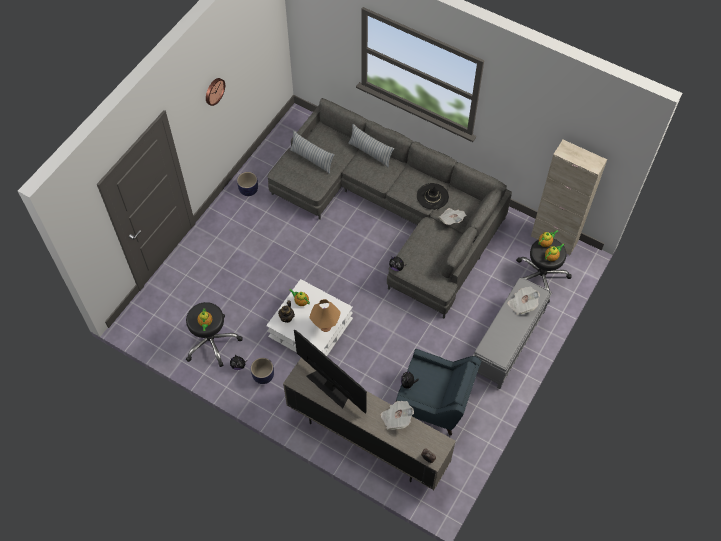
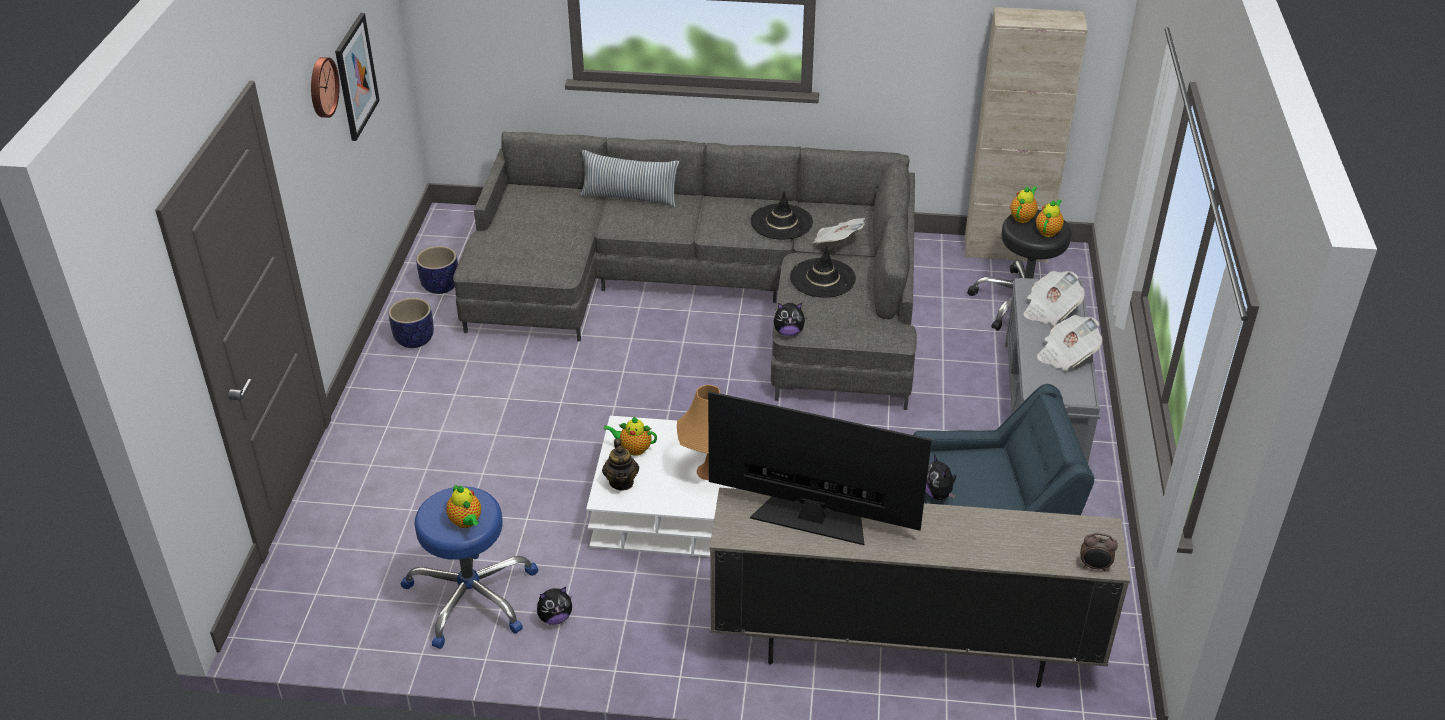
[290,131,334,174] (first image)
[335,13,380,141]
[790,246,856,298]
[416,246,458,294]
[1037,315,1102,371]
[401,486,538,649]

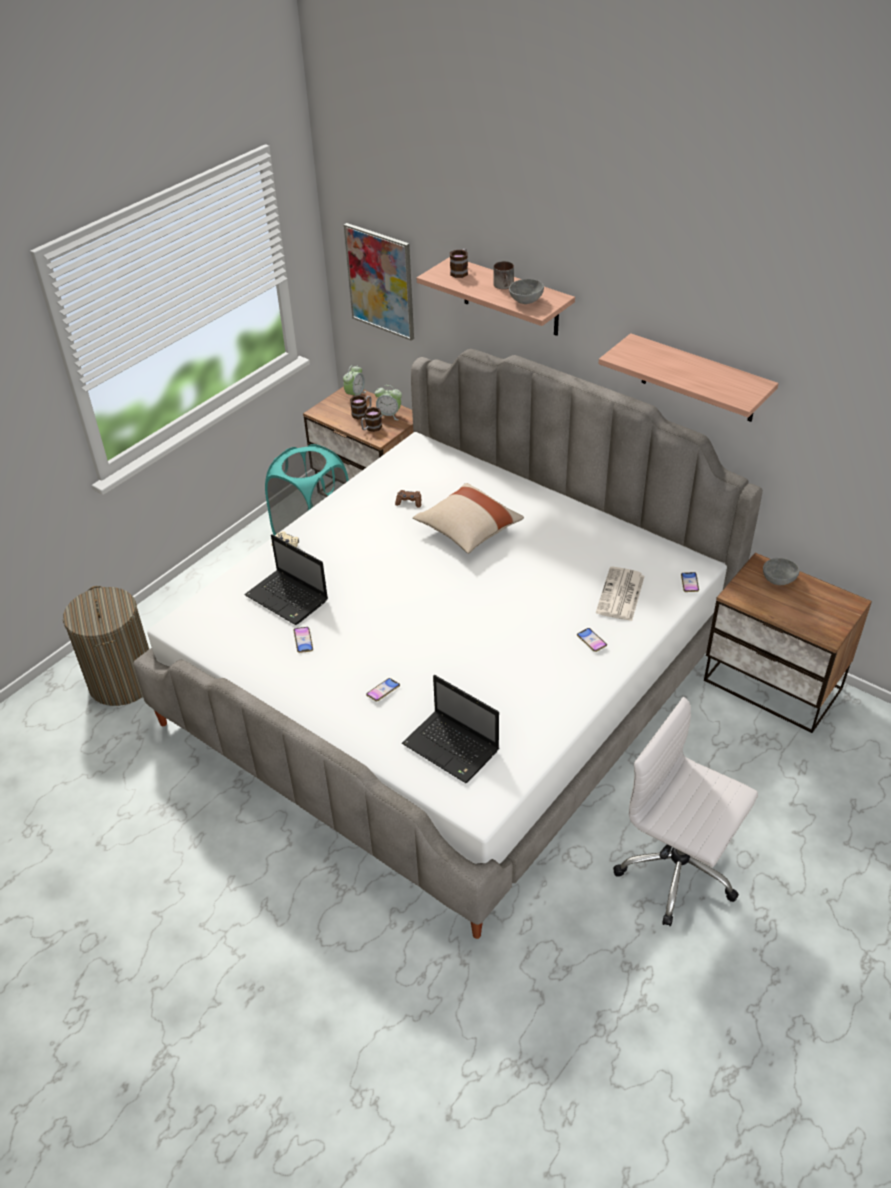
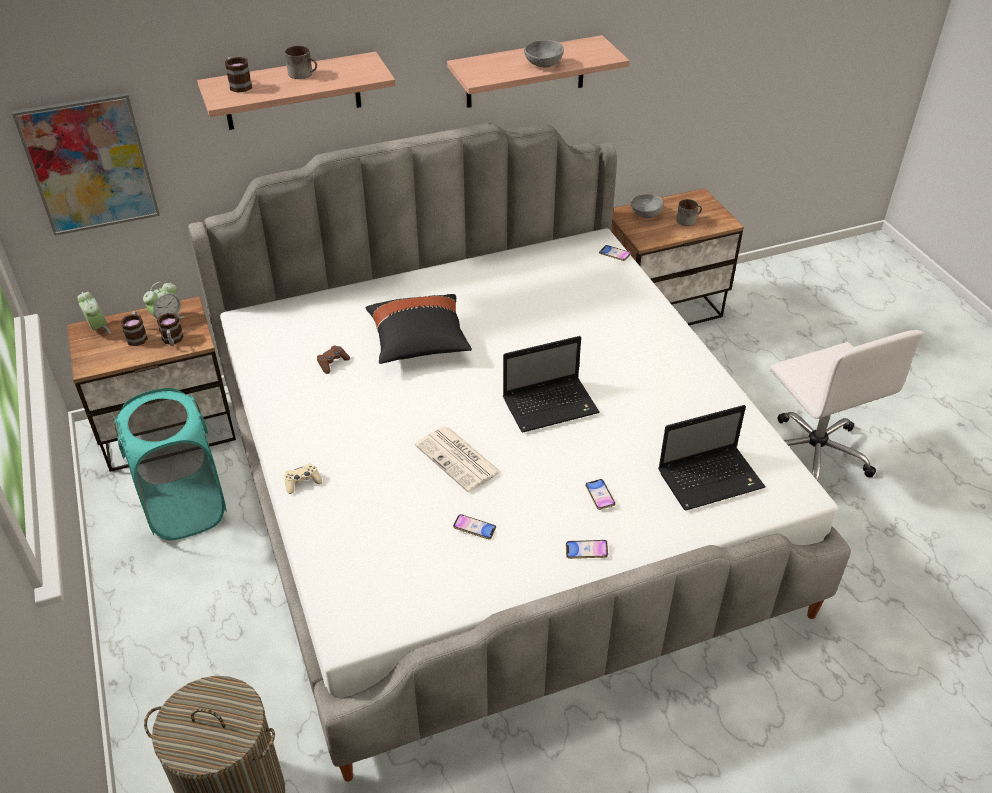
[676,199,702,226]
[503,336,599,433]
[524,40,564,67]
[566,540,608,559]
[415,426,501,492]
[366,294,472,364]
[770,330,924,481]

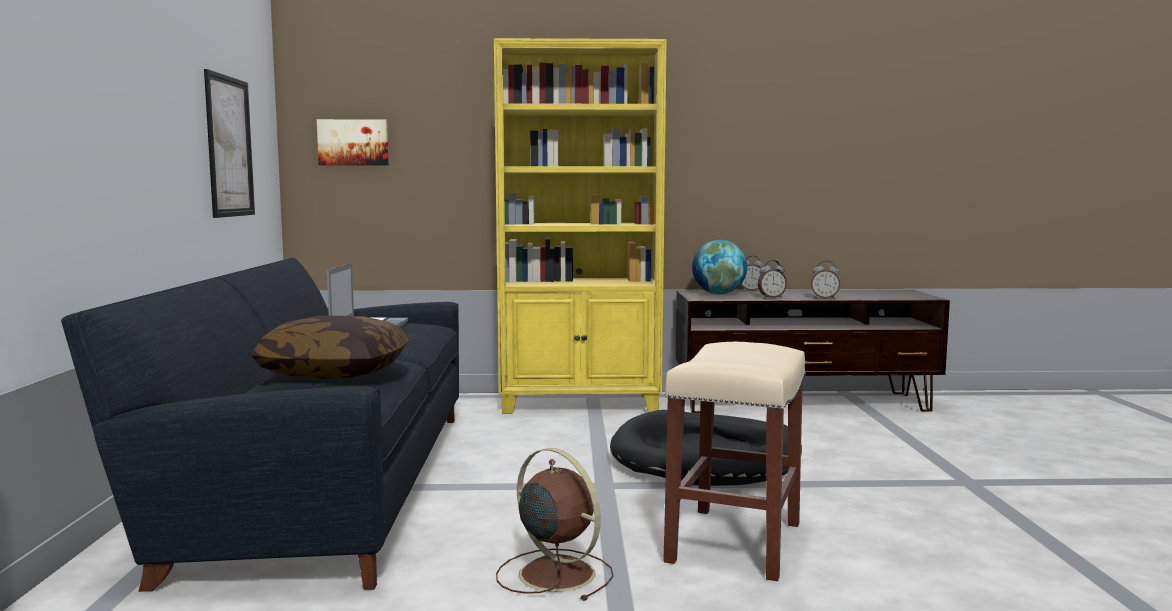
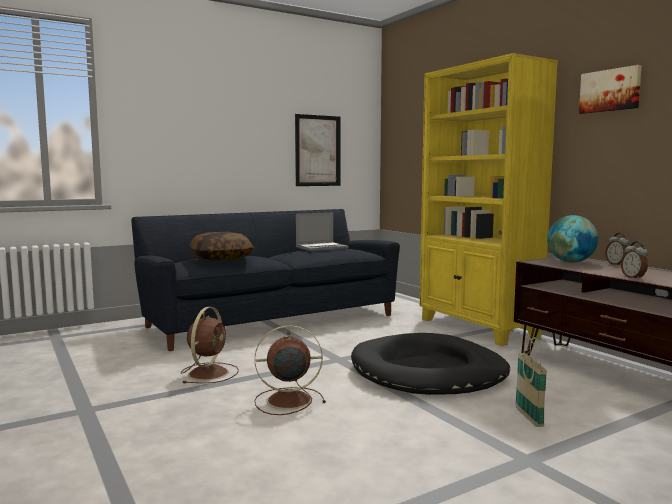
[758,260,787,298] (first image)
[515,337,547,427]
[579,65,642,114]
[255,325,326,415]

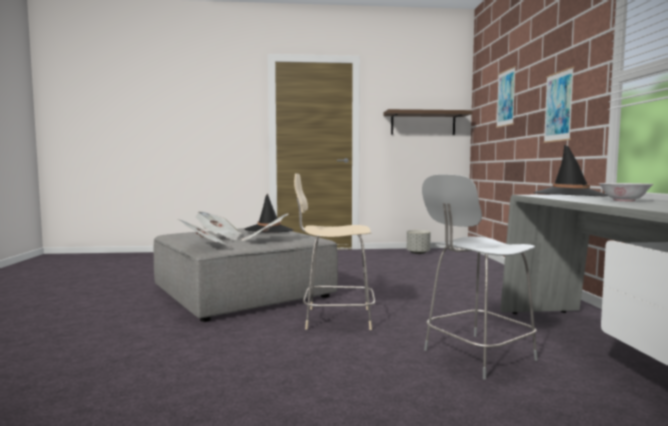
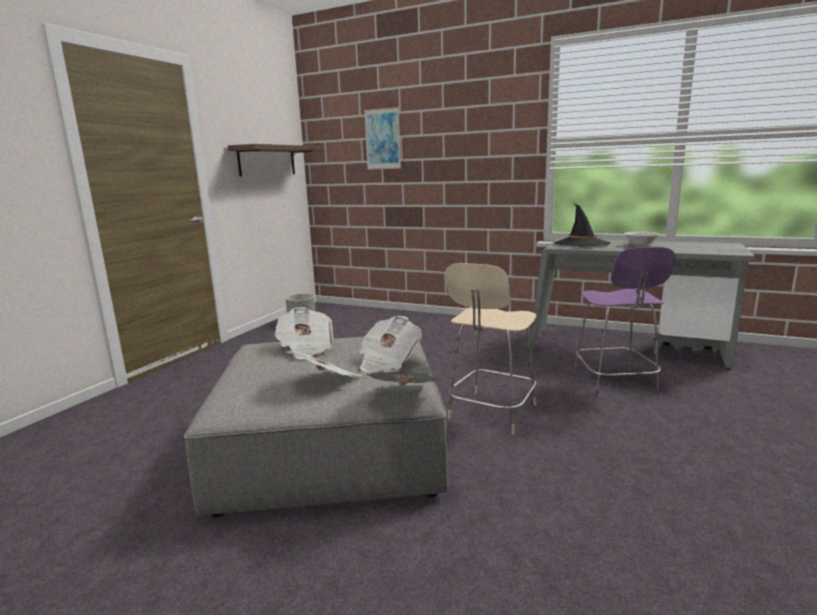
[543,67,574,143] (first image)
[274,307,333,360]
[573,247,676,398]

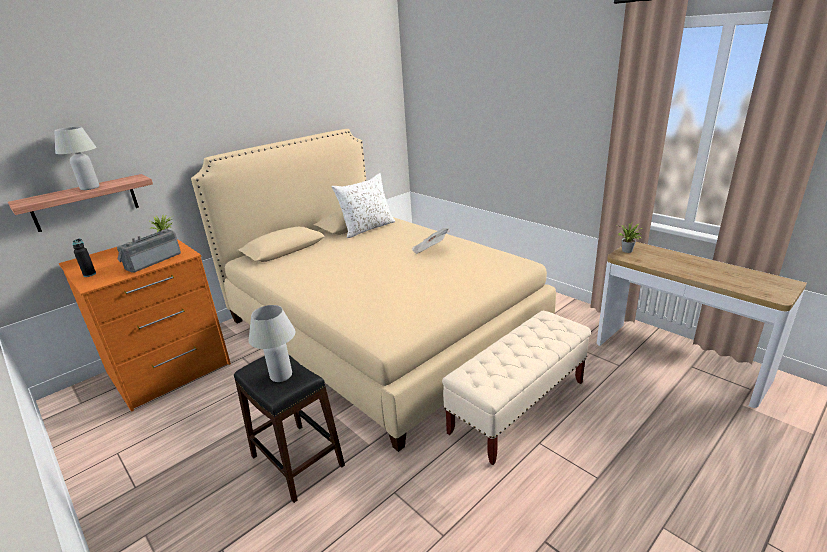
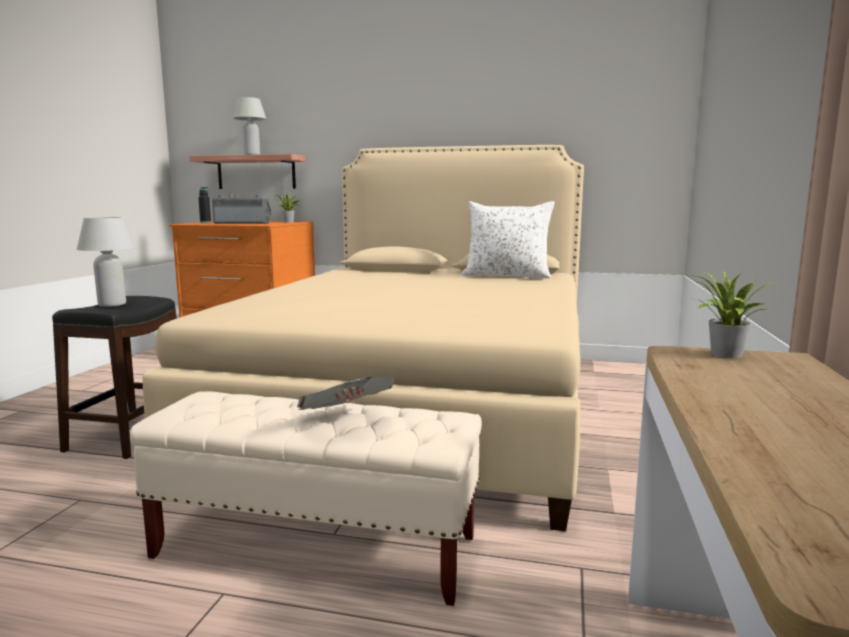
[297,376,394,410]

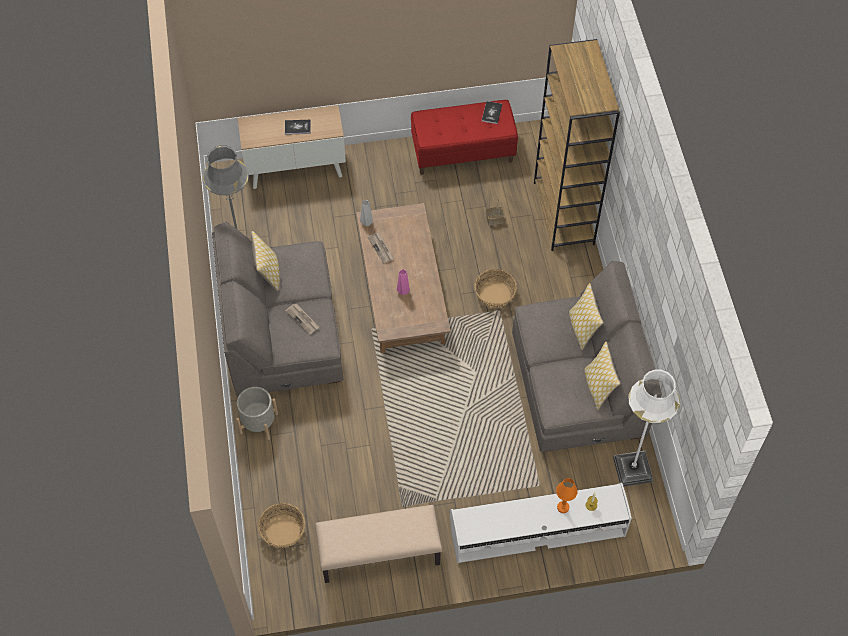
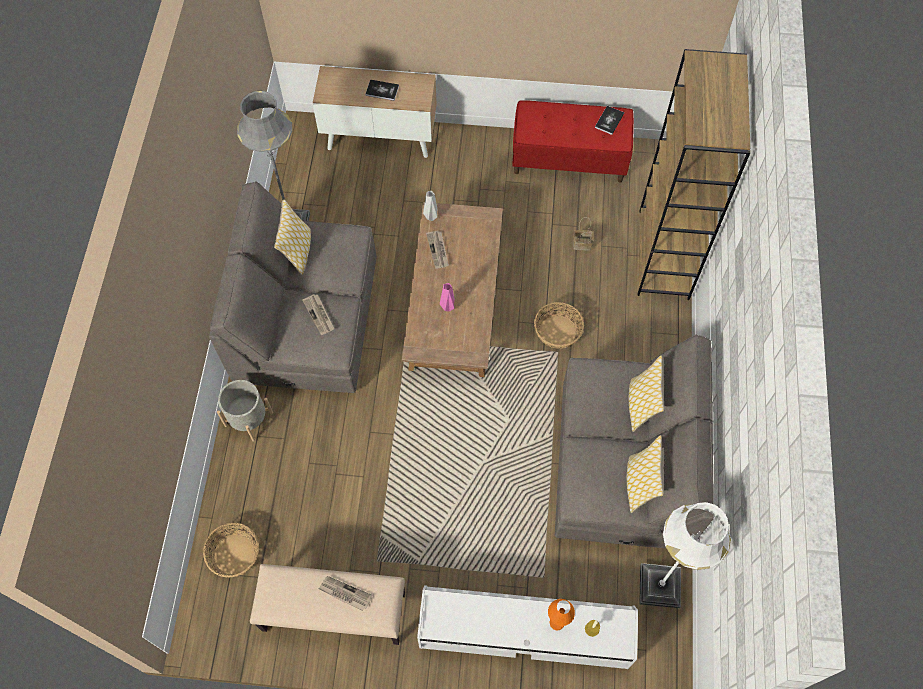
[319,576,372,611]

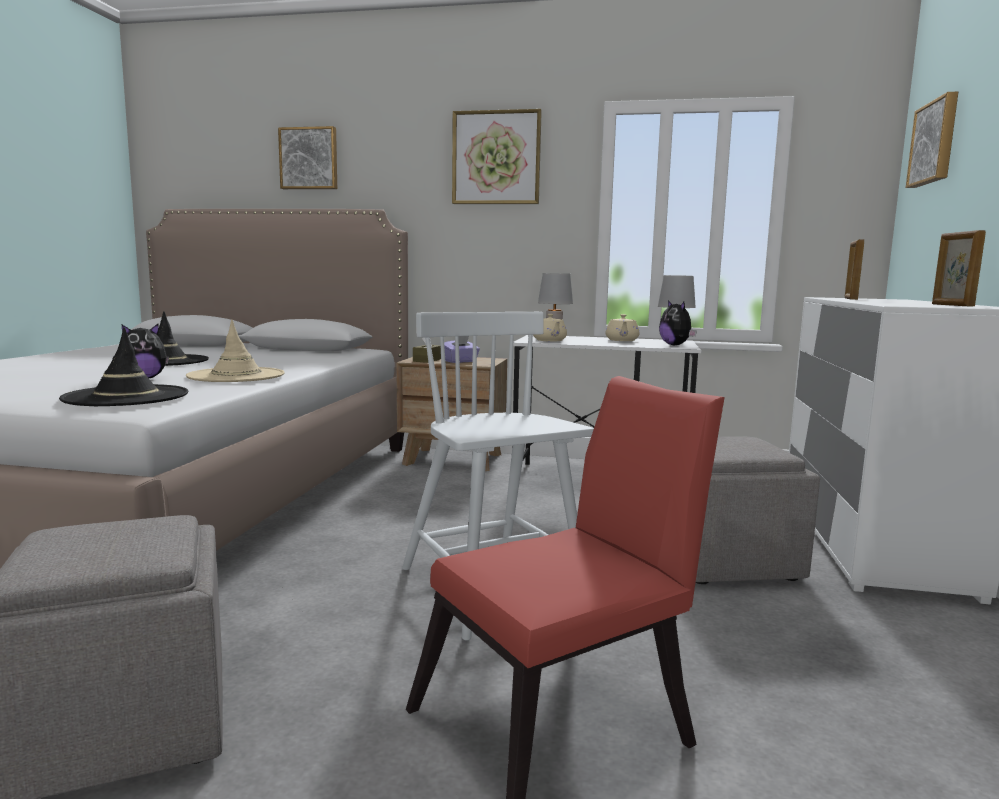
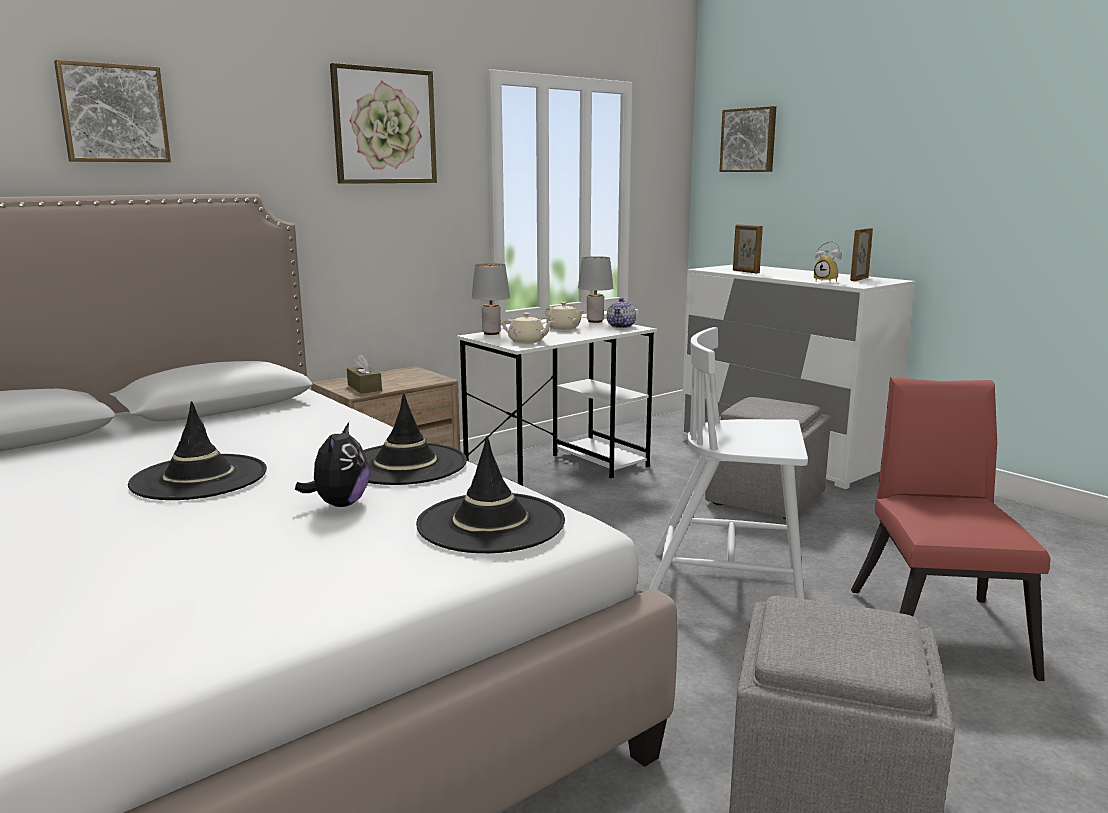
[444,336,480,363] (first image)
[814,241,842,282]
[607,298,636,328]
[363,393,467,485]
[850,228,873,281]

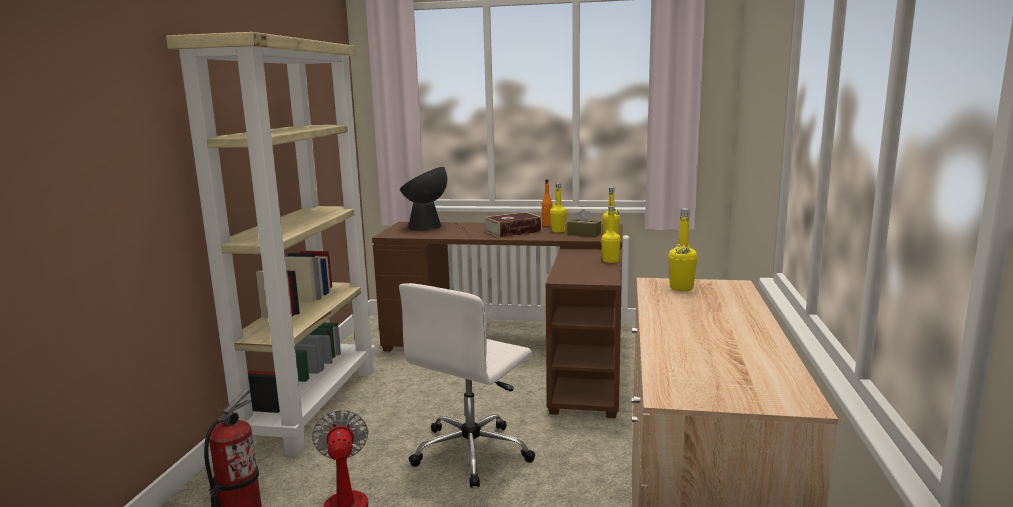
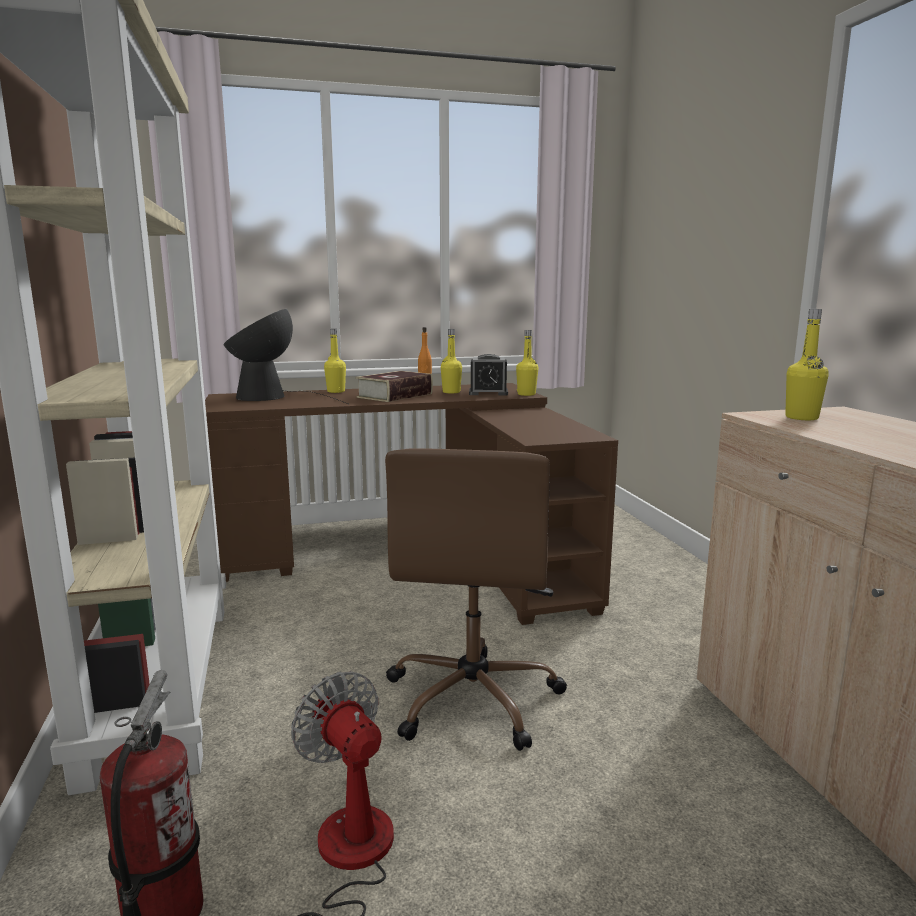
[324,329,346,393]
[469,354,508,396]
[385,449,567,751]

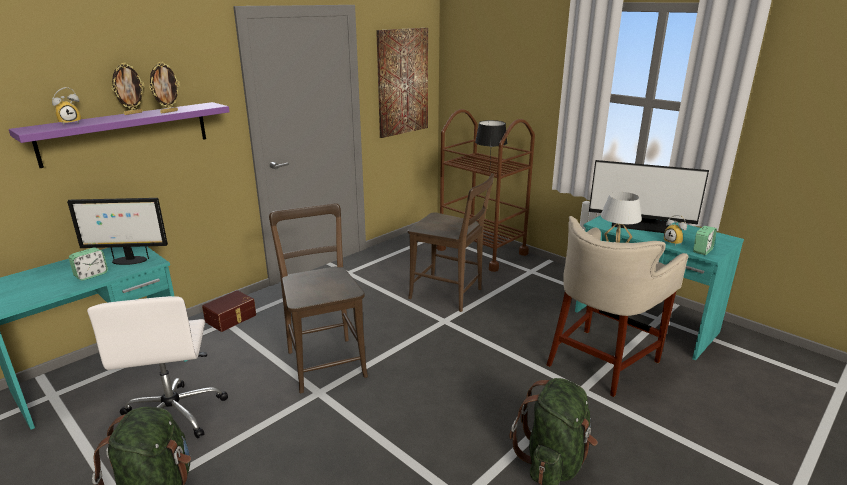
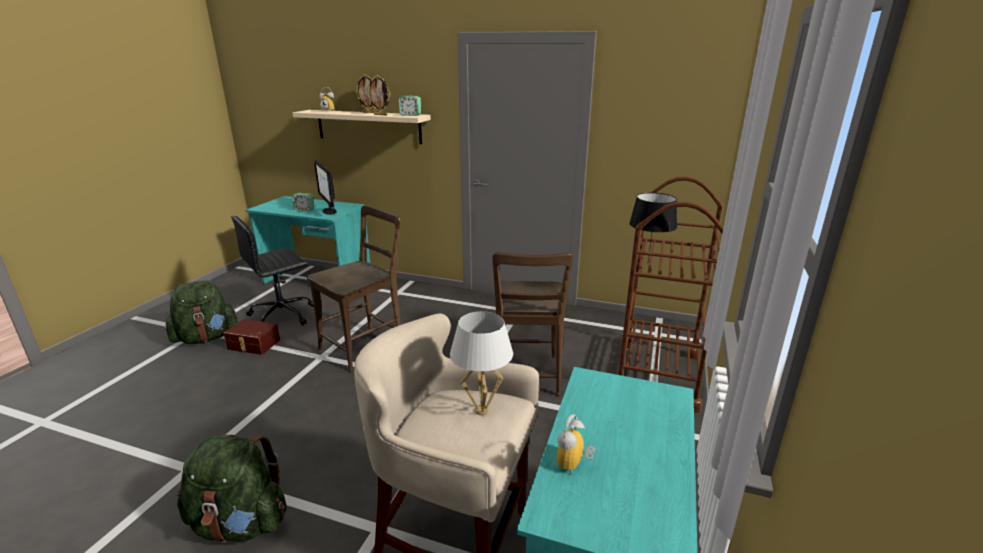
[376,28,428,138] (first image)
[589,160,709,233] (first image)
[223,319,280,355]
[399,96,421,116]
[292,110,431,144]
[231,216,314,325]

